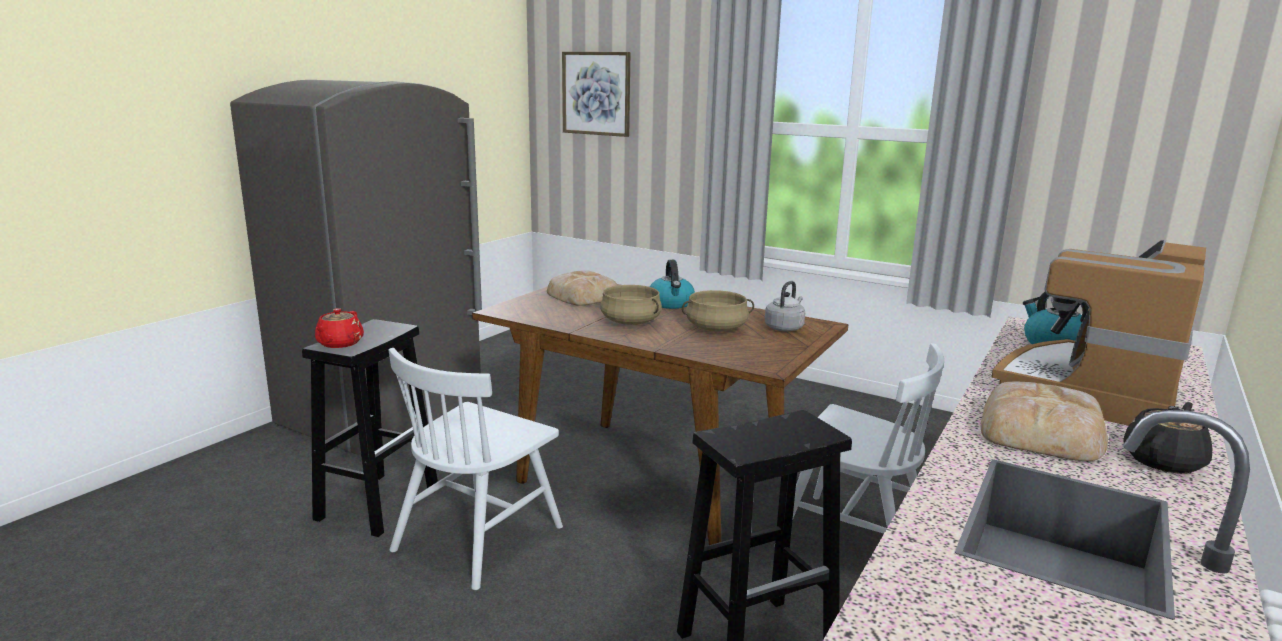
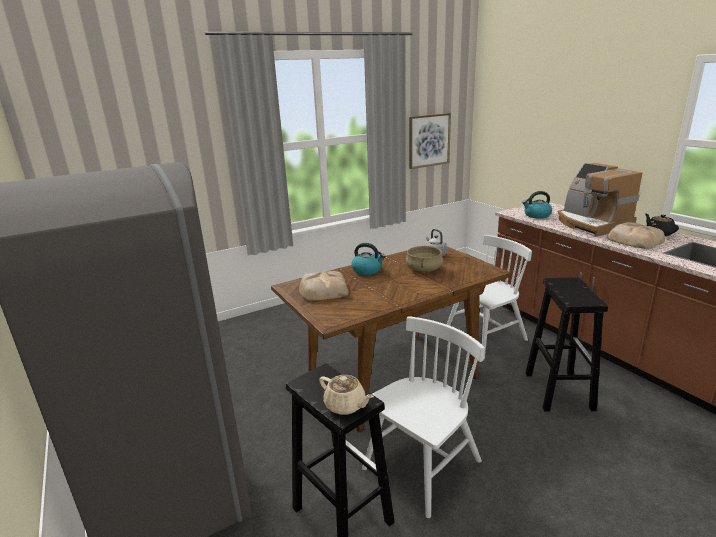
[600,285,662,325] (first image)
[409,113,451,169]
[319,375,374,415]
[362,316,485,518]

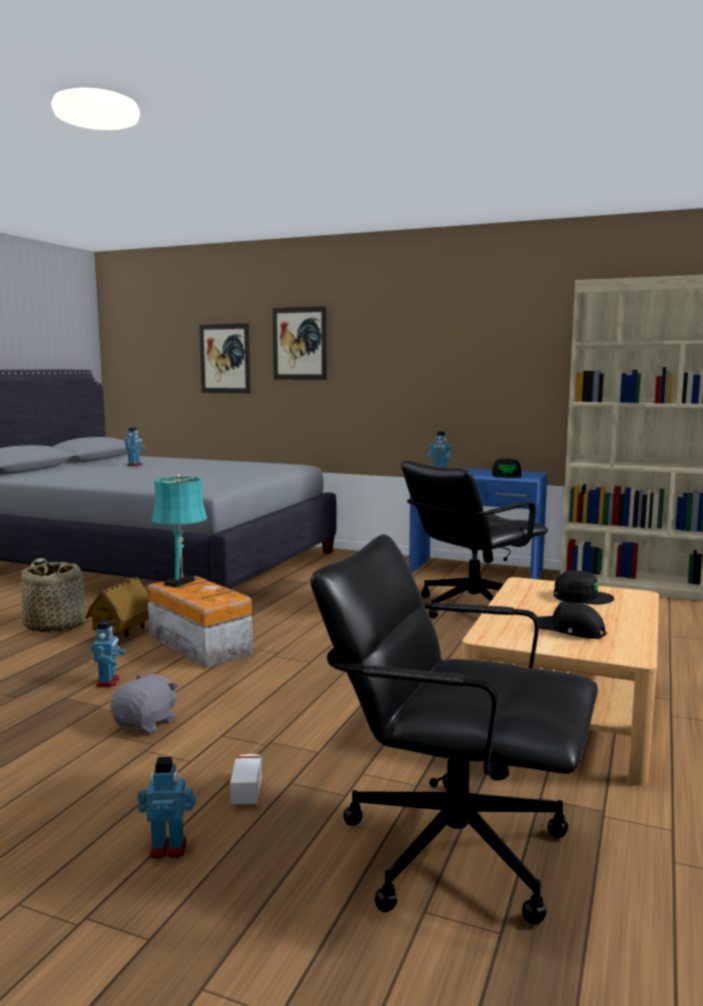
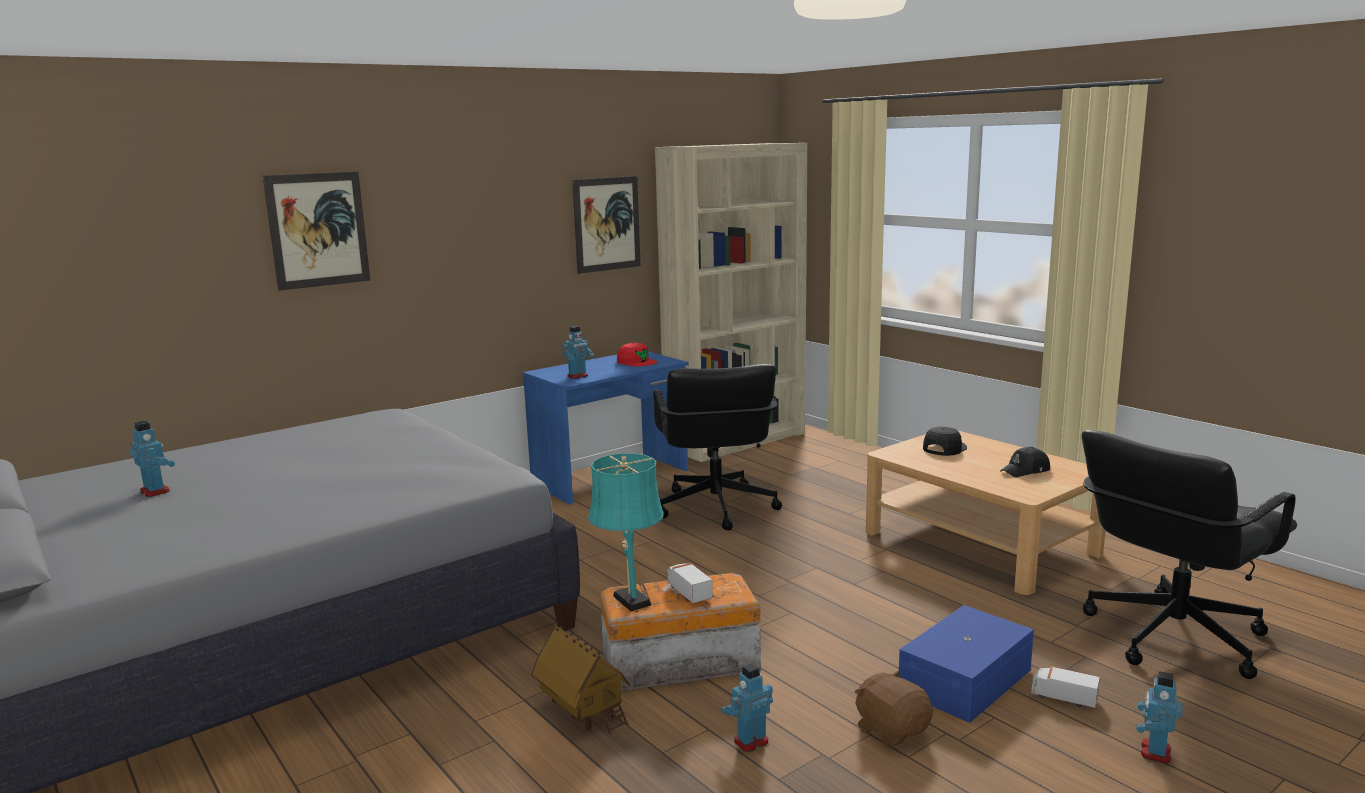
[21,558,84,633] (first image)
[667,563,713,603]
[899,605,1034,723]
[572,176,641,274]
[855,670,933,747]
[617,343,657,367]
[721,663,773,752]

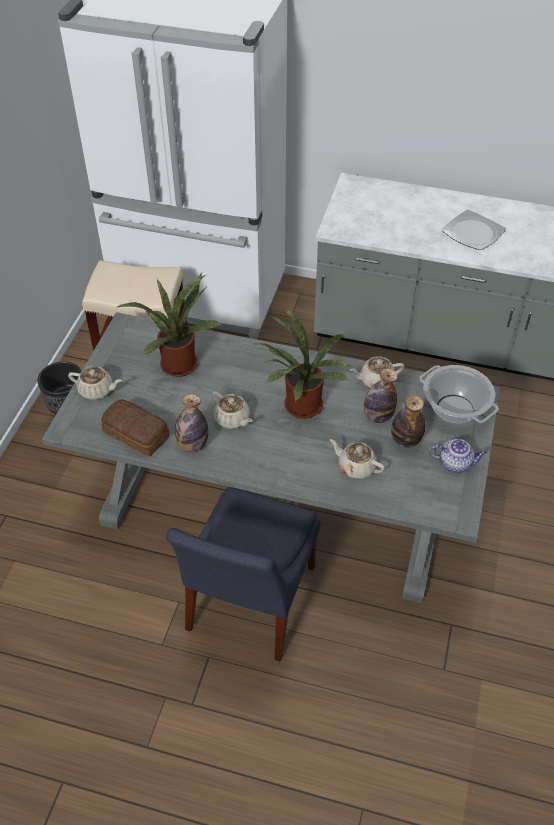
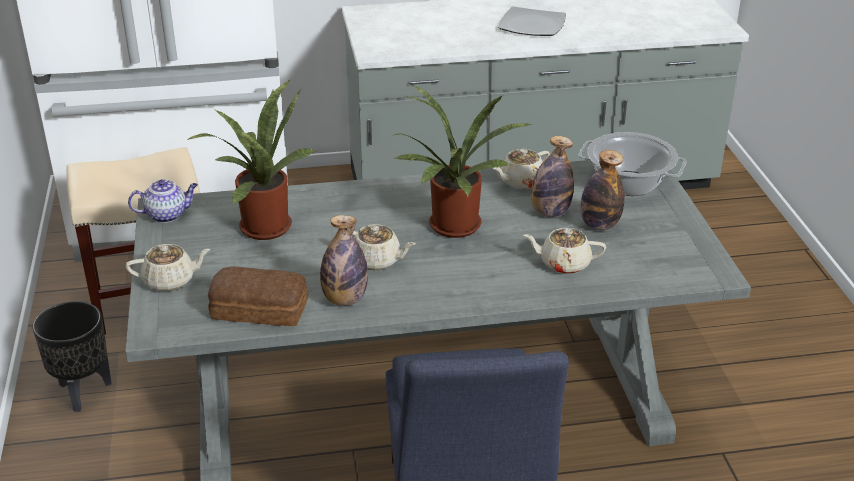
[128,179,198,223]

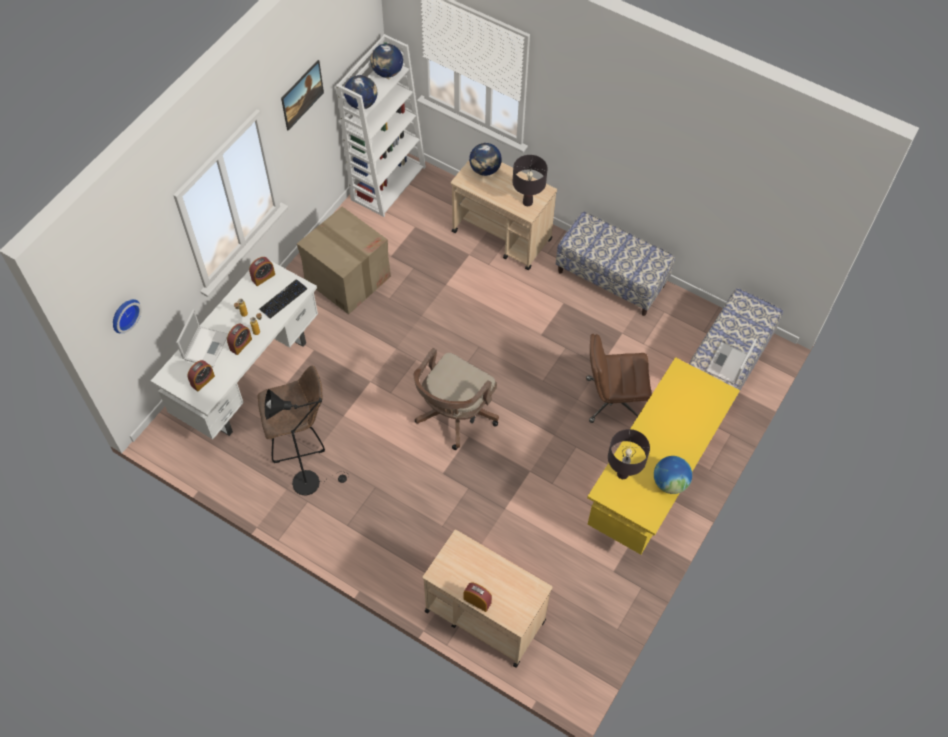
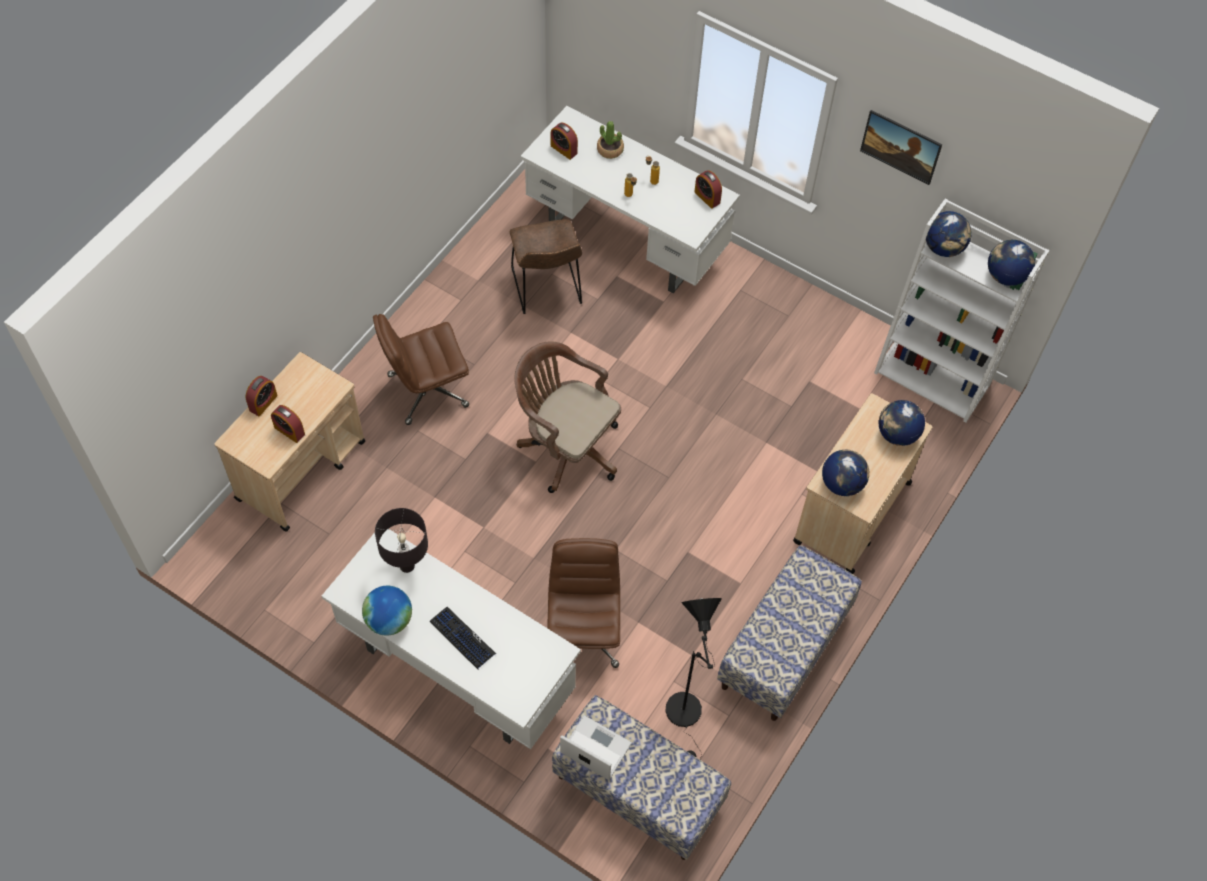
[113,299,142,333] (first image)
[297,207,391,315] (first image)
[373,314,469,425]
[271,405,305,443]
[430,607,496,670]
[666,598,722,759]
[597,121,624,159]
[822,450,869,496]
[322,529,581,749]

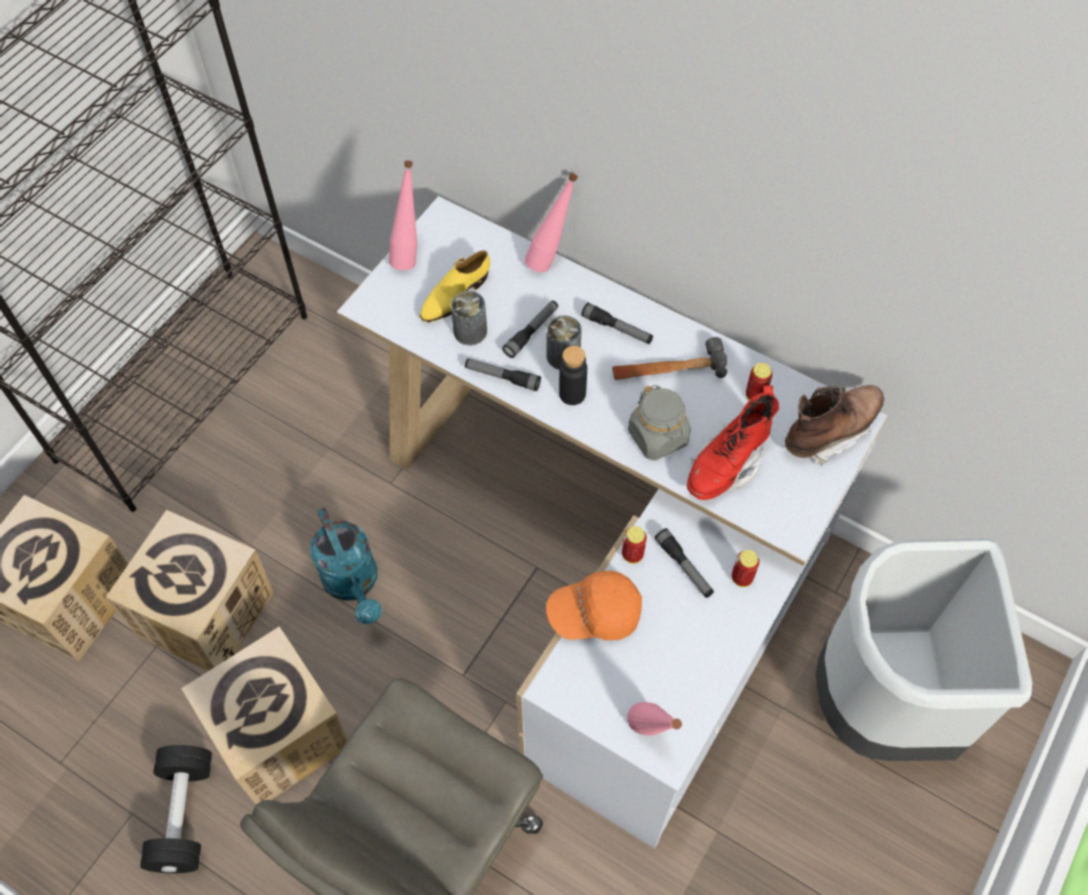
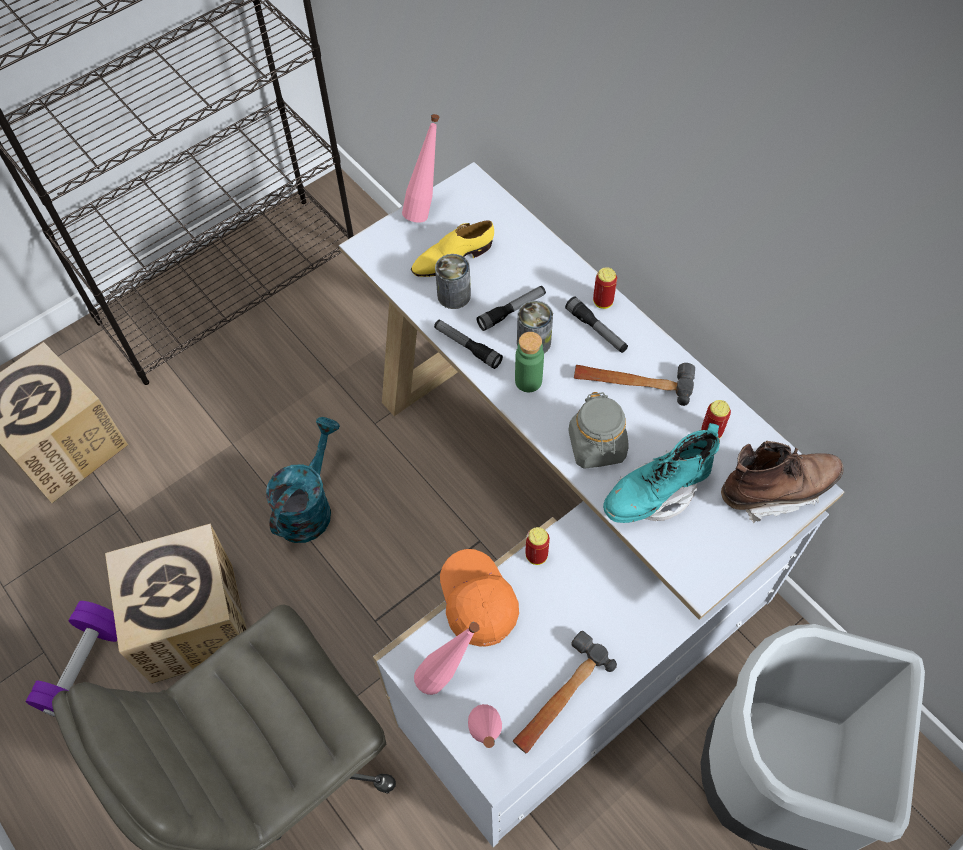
[106,510,274,671] (first image)
[655,528,714,598] (first image)
[513,631,617,754]
[414,622,480,695]
[593,267,617,309]
[25,601,117,717]
[515,332,544,392]
[603,423,720,523]
[266,417,340,543]
[440,549,519,647]

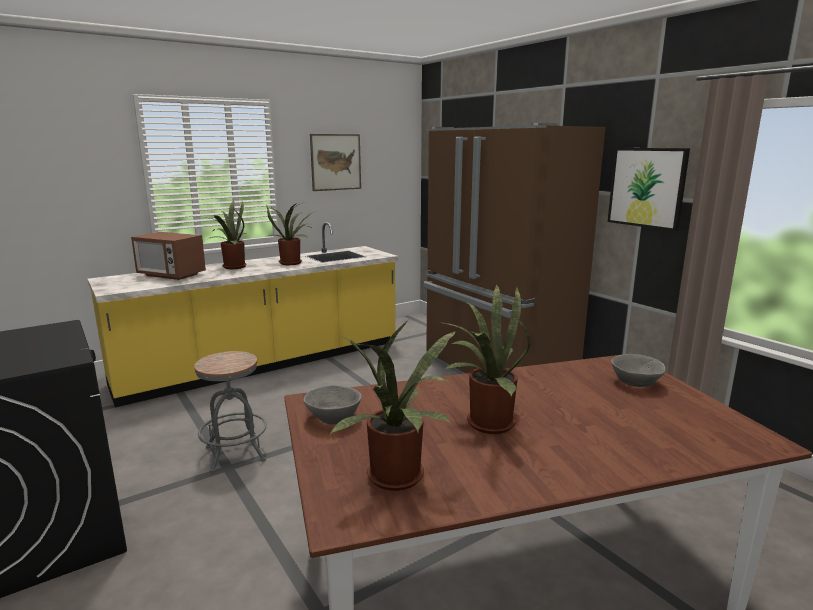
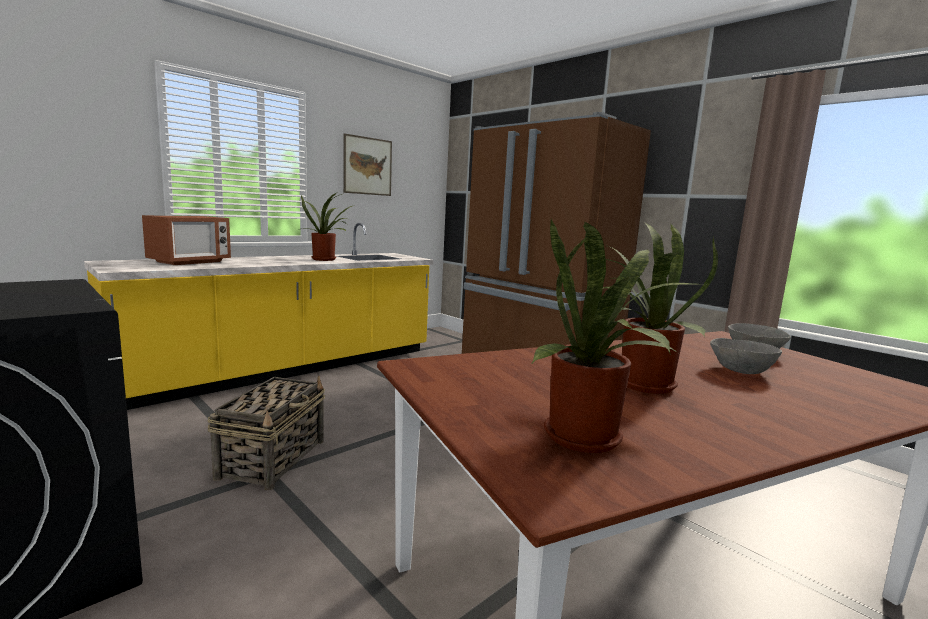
[203,201,246,269] (first image)
[607,148,690,231] (first image)
[710,338,782,374]
[207,376,325,490]
[142,215,231,265]

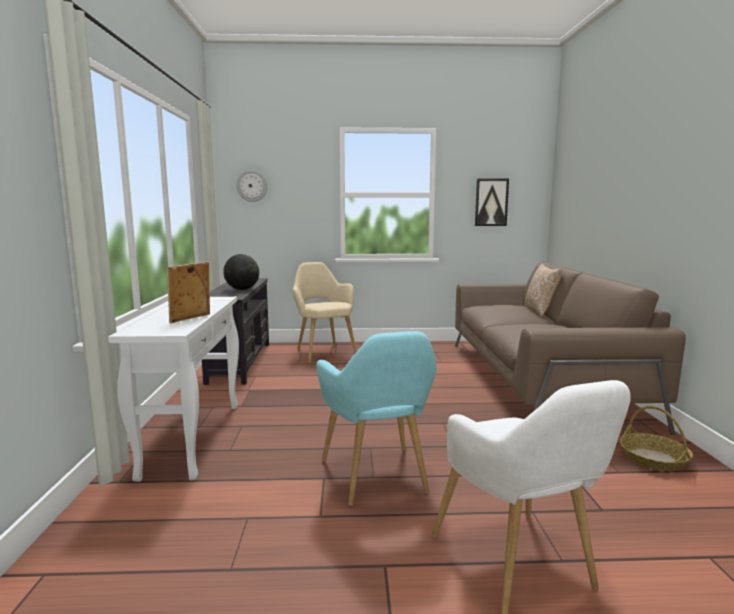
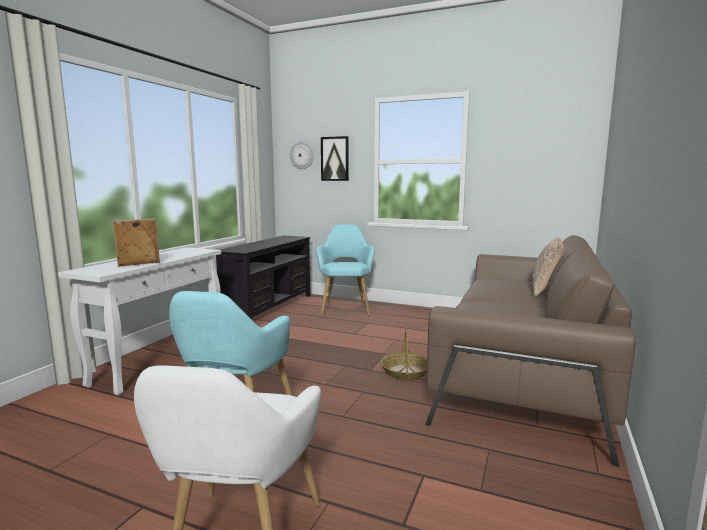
[223,254,259,290] (first image)
[321,136,349,181]
[381,330,427,380]
[316,224,375,316]

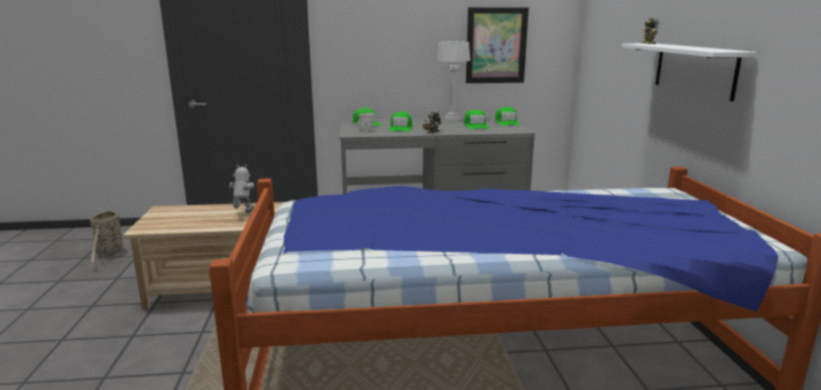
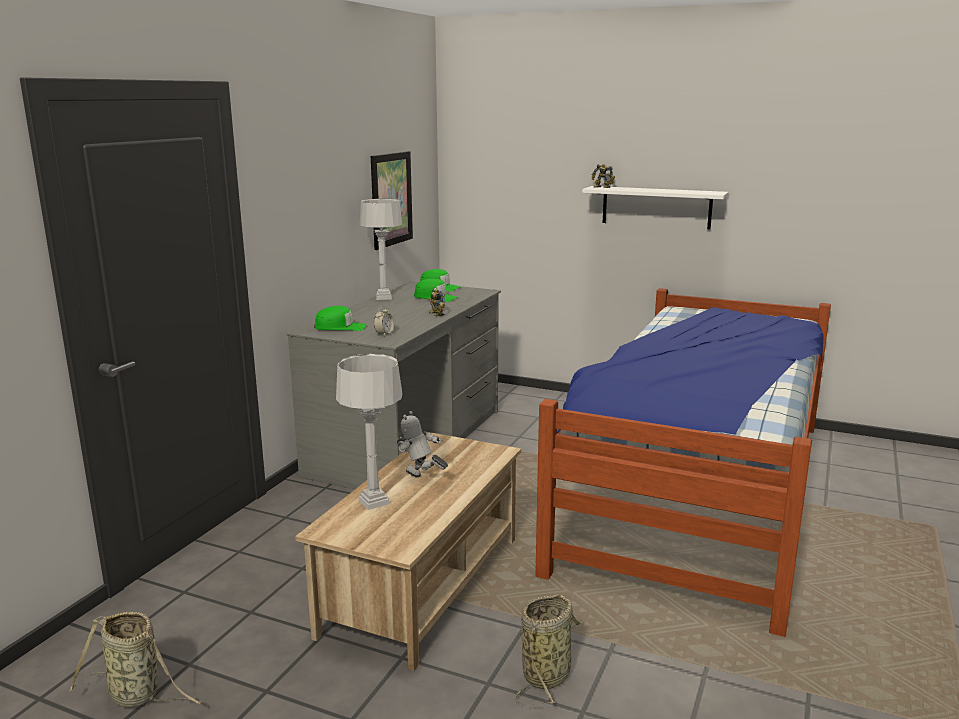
[389,112,412,132] (first image)
[336,354,403,510]
[515,595,583,705]

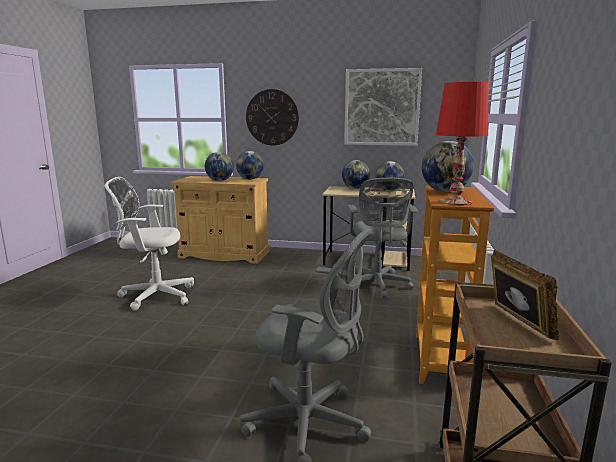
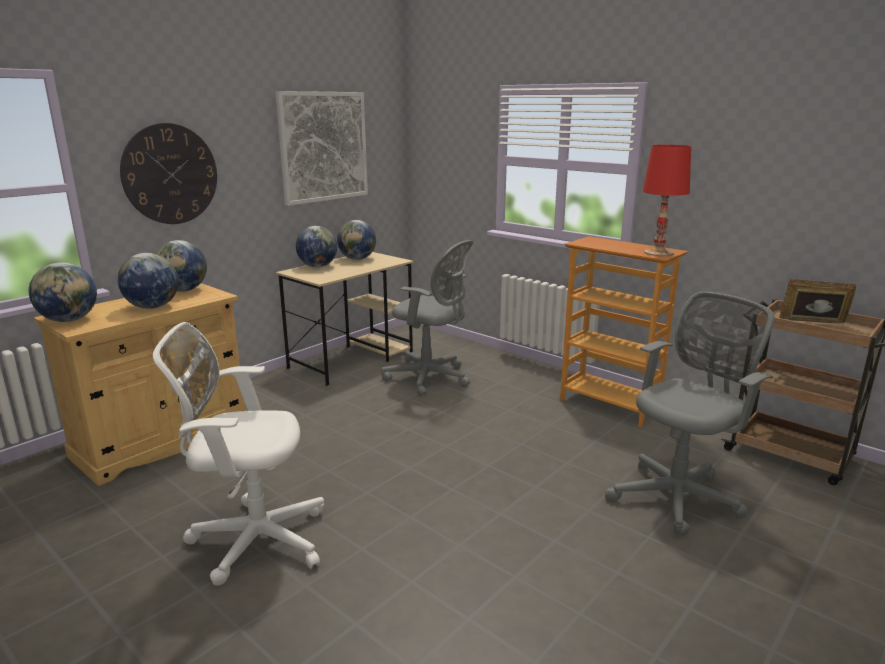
[29,262,97,322]
[153,322,324,586]

